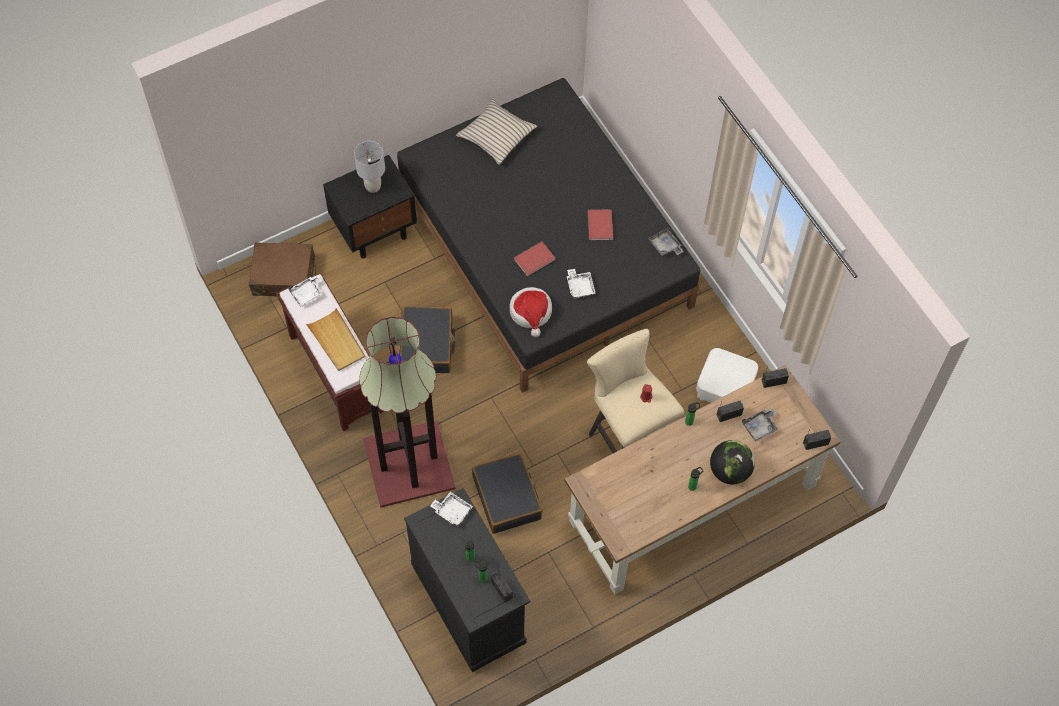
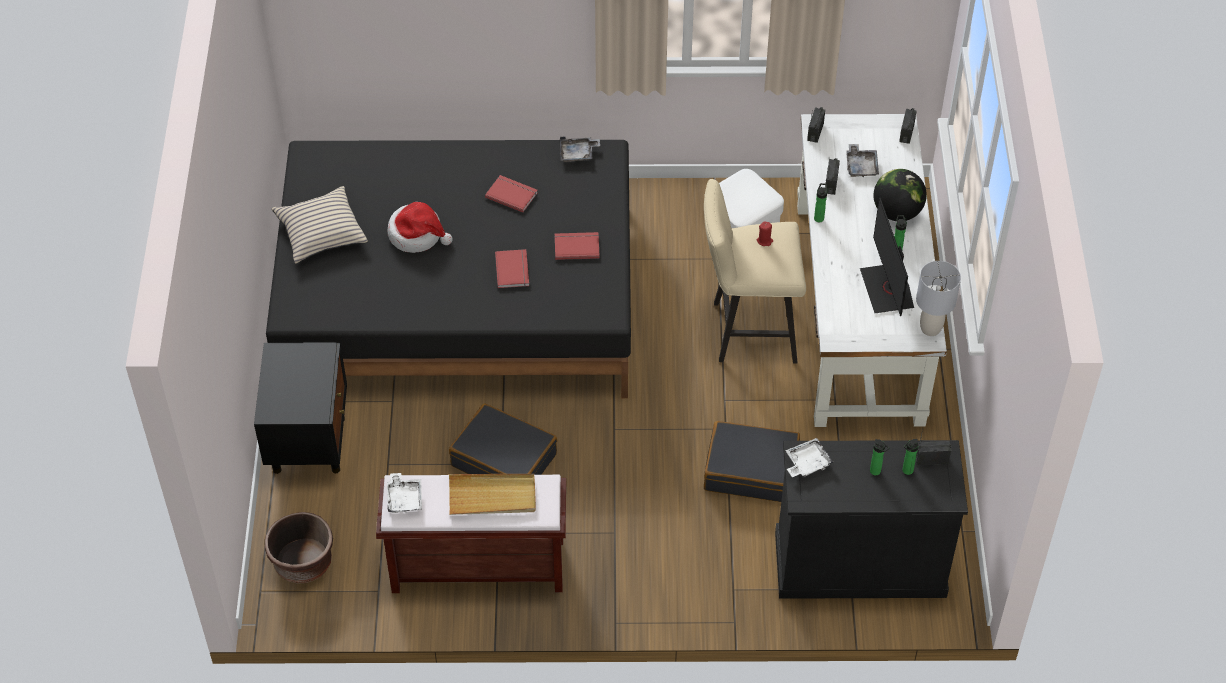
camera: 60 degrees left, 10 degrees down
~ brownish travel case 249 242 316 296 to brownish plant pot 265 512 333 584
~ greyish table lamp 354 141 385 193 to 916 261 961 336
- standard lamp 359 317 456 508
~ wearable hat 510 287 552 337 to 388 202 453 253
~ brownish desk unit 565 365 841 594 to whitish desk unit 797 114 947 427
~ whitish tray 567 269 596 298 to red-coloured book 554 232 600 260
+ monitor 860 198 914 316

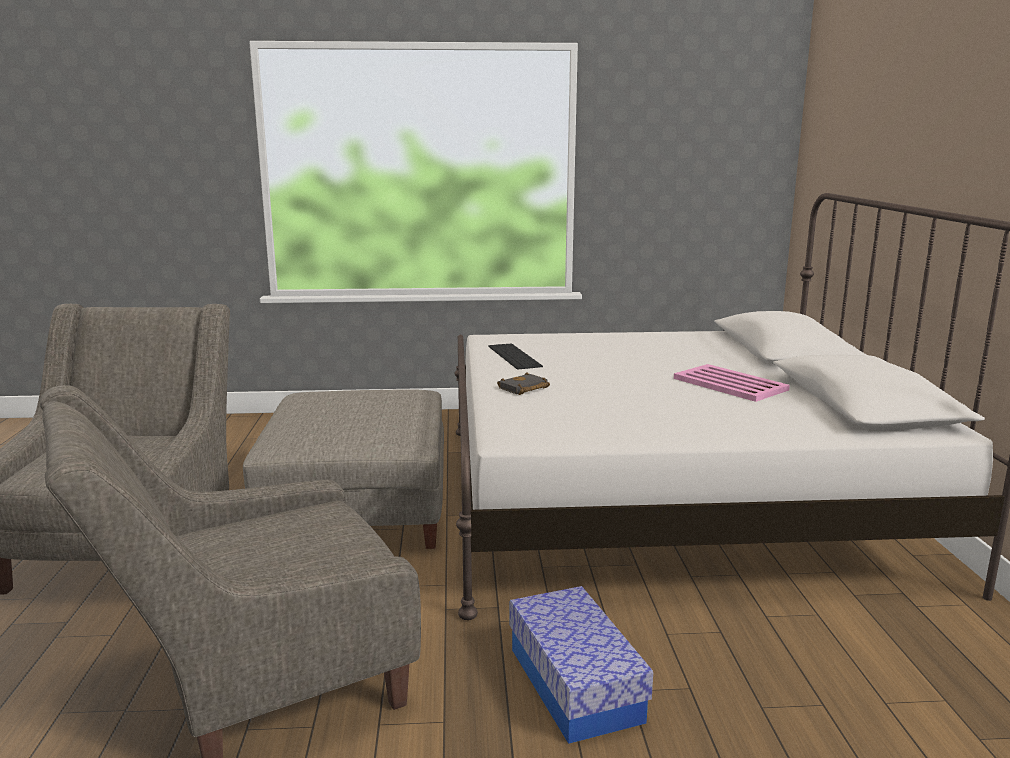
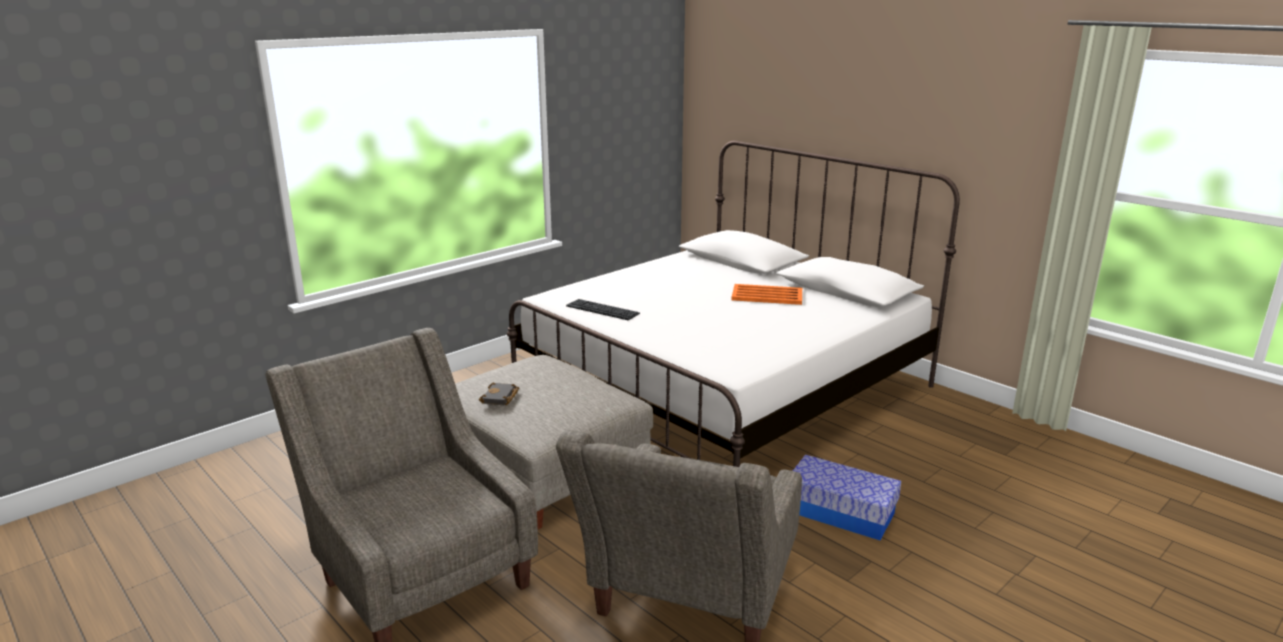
camera: 40 degrees left, 5 degrees up
~ blackish book 497 372 550 395 to 479 382 519 405
~ pink-coloured tray 674 364 790 402 to orange-coloured tray 731 284 802 305

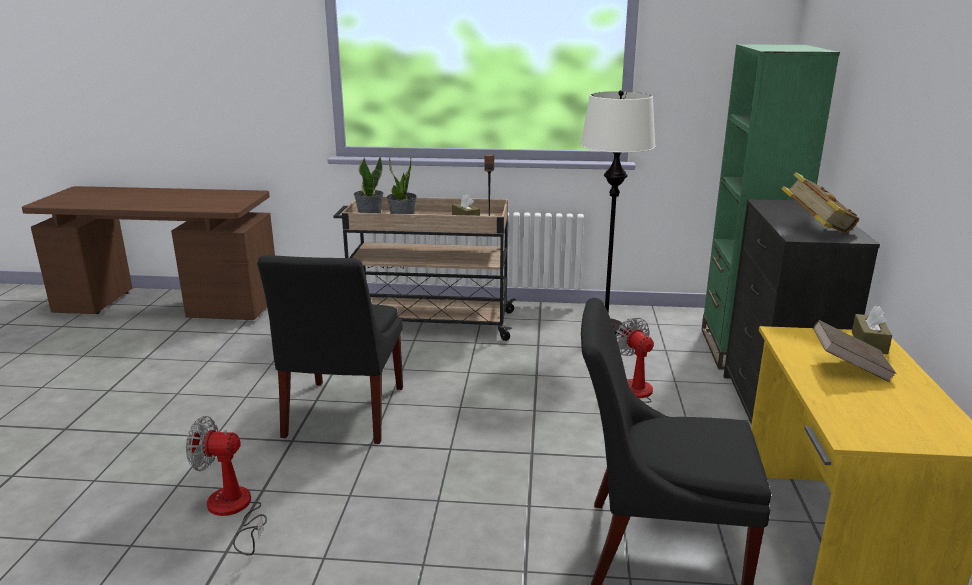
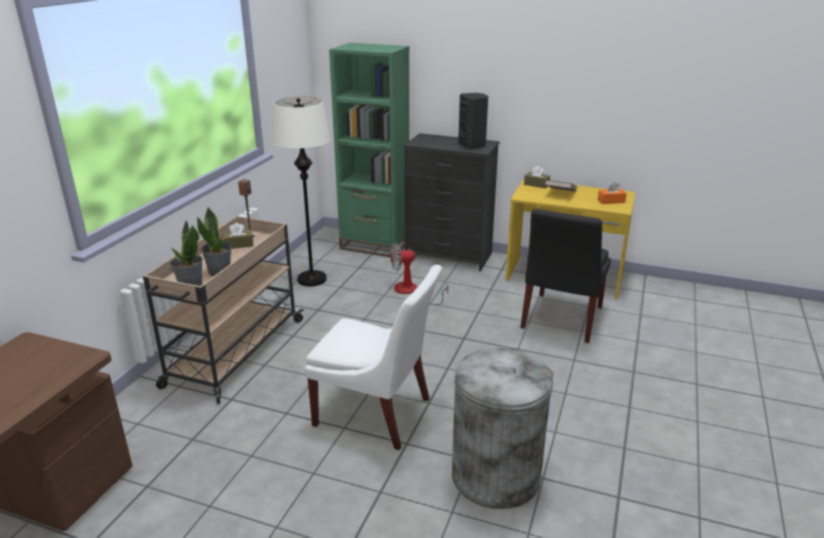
camera: 75 degrees left, 5 degrees up
~ electric fan 186 416 267 555 to greyish rubbish bin 452 348 553 509
~ blackish chair 257 255 403 444 to whitish chair 305 264 442 450
~ book 781 172 859 233 to blackish audio speaker 458 93 488 150
+ orange-coloured tissue holder 597 182 627 204

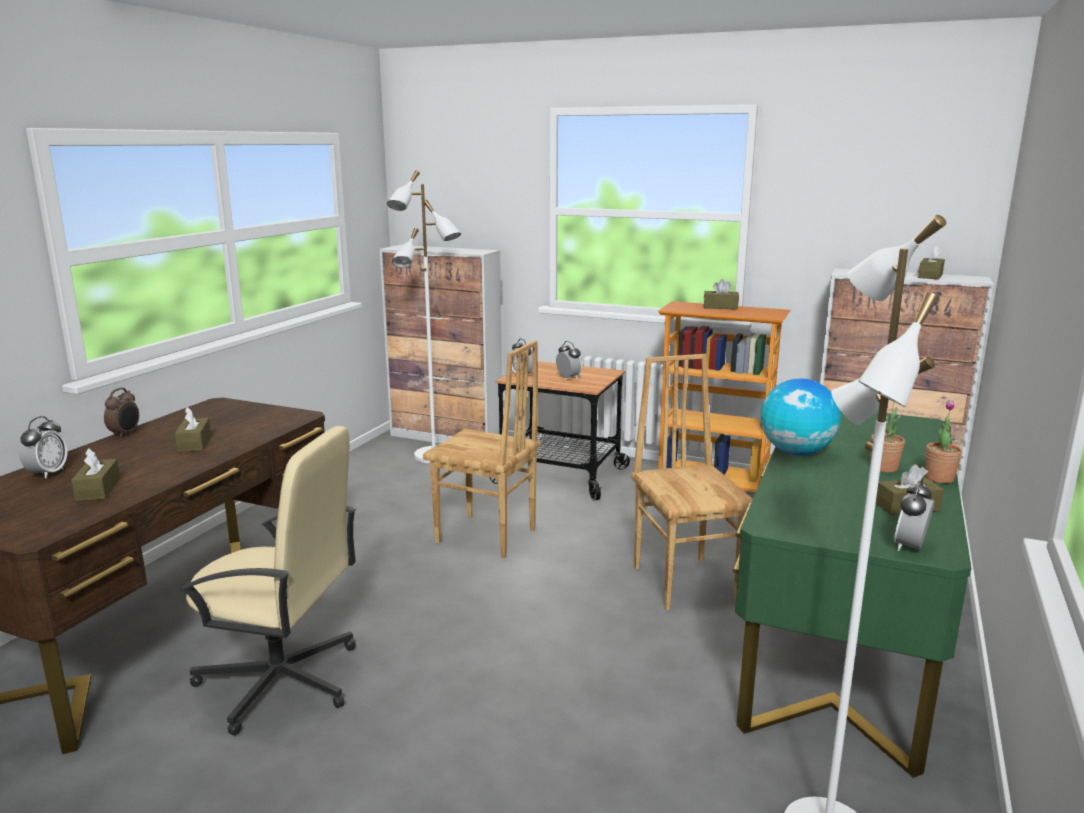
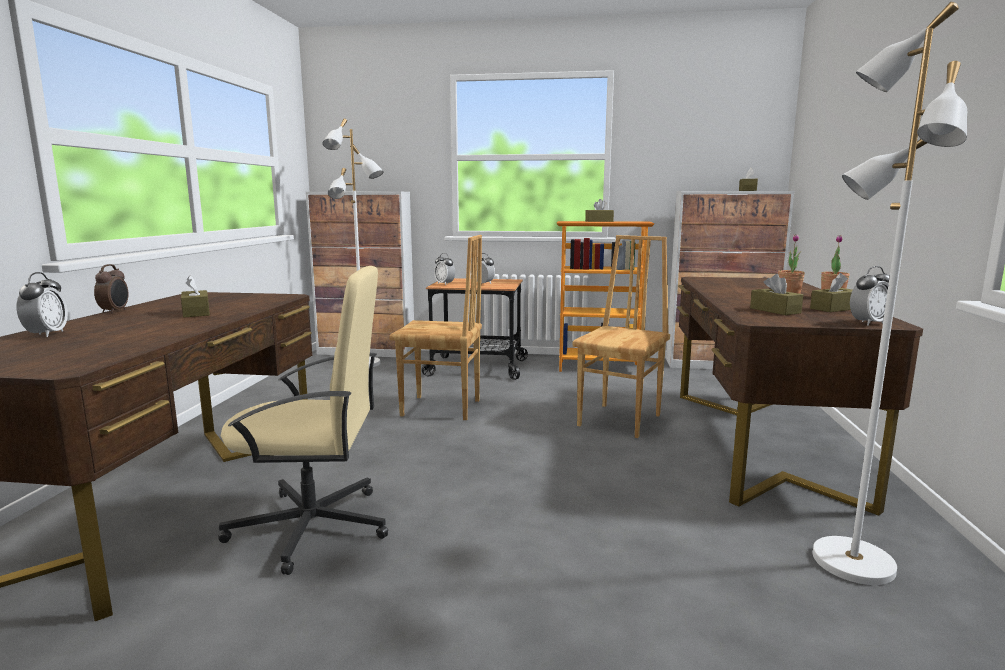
camera: 15 degrees left, 5 degrees down
~ brownish tissue holder 71 448 120 501 to 750 274 803 315
~ brownish chair 631 354 753 611 = 573 235 670 438 60 degrees clockwise
~ greenish desk unit 732 410 971 778 to brownish desk unit 677 277 923 516
- desk globe 760 378 841 455
~ table clock 894 479 934 551 = 850 266 890 326 135 degrees counterclockwise

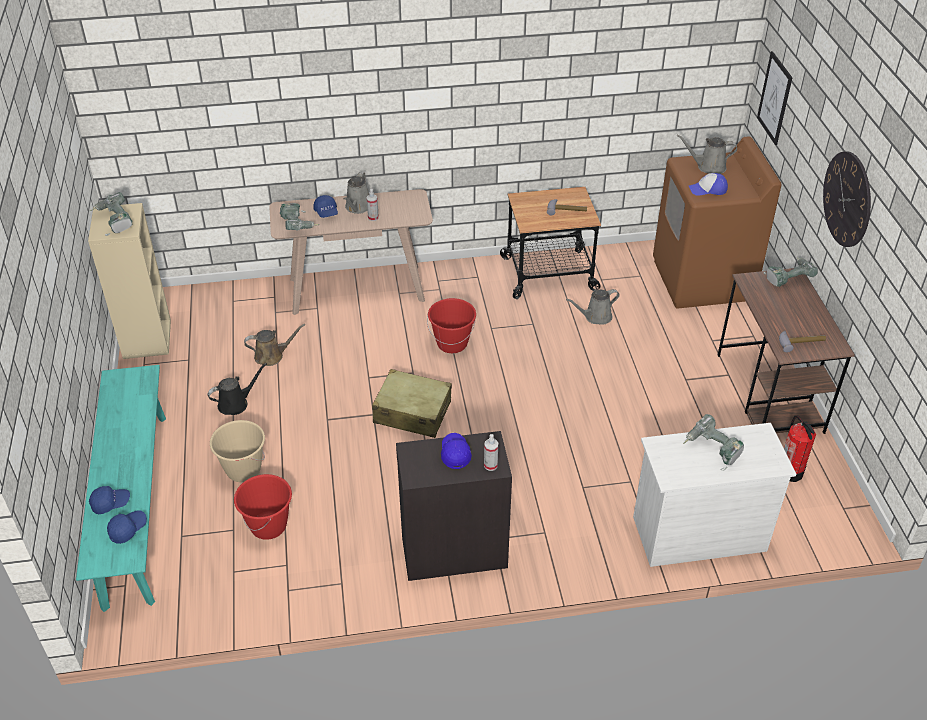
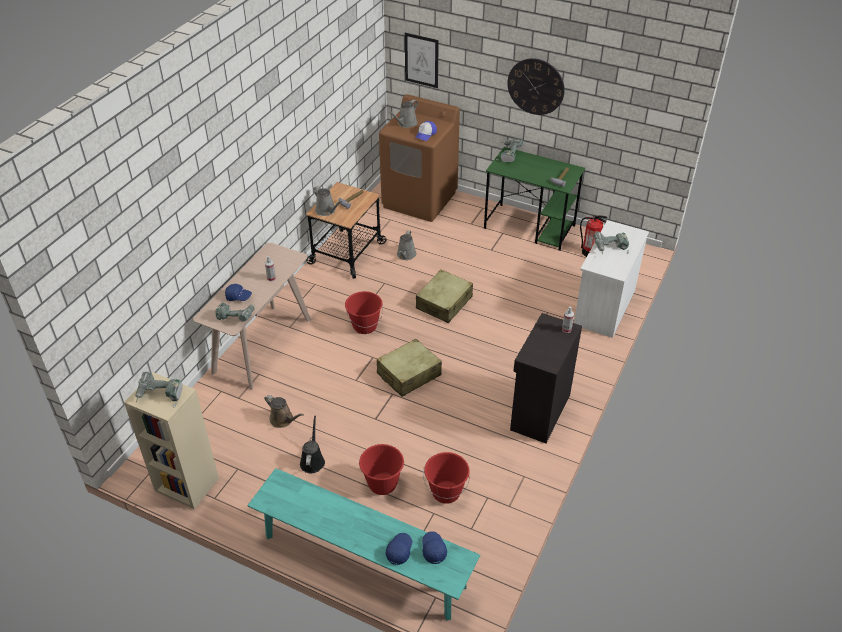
camera: 55 degrees left, 0 degrees up
~ beige-coloured pail 210 420 265 482 to red-coloured pail 358 444 405 495
~ brownish watering pot 244 324 305 366 = 265 395 304 428 105 degrees clockwise
~ greyish watering pot 343 172 369 214 to 313 186 342 216
- bluish cap 441 433 472 469
~ brownish desk unit 717 268 855 434 to greenish desk unit 484 147 585 251
+ beige-coloured travel case 416 269 473 323

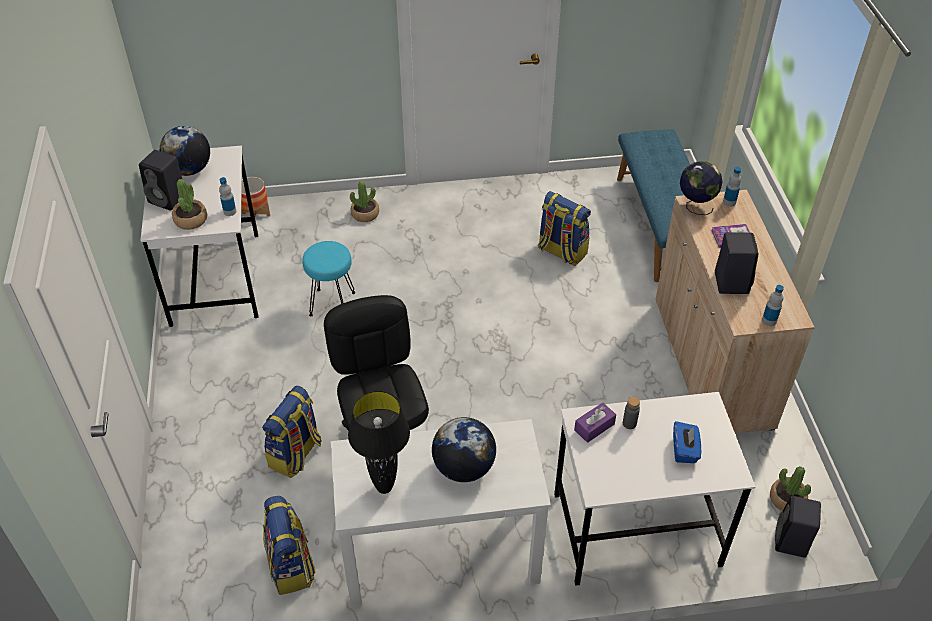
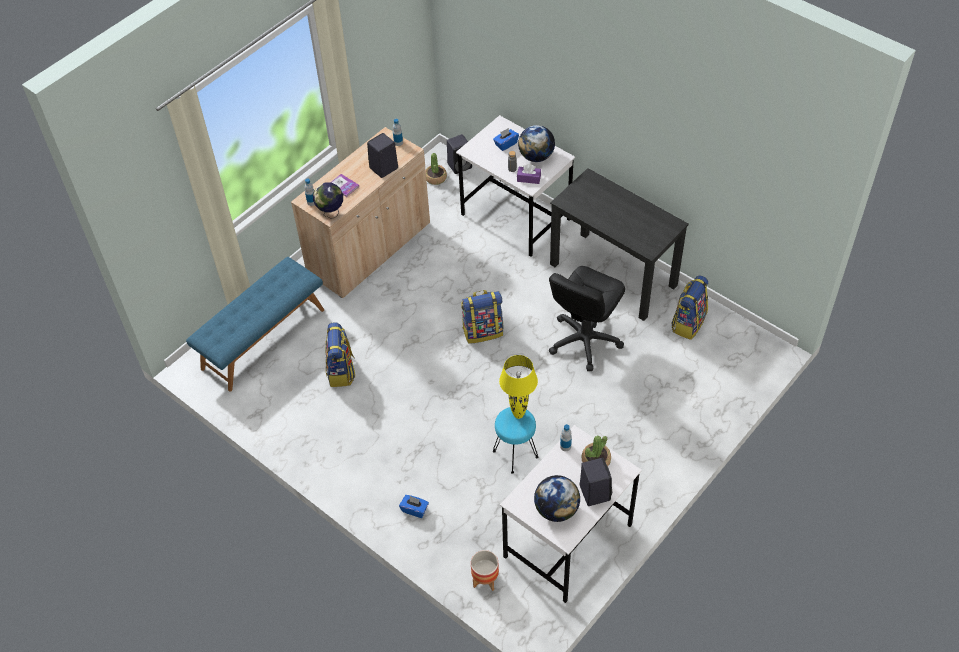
camera: 130 degrees left, 5 degrees up
~ knapsack 262 386 322 478 to 462 290 503 344
~ whitish desk unit 331 419 551 608 to blackish desk unit 550 168 689 321
- blackish table lamp 348 391 410 494
~ plant in a pot 350 181 379 222 to bluish tissue holder 399 495 429 518
~ desk globe 432 417 496 482 to 518 125 555 162
+ yellow-coloured table lamp 499 355 538 419

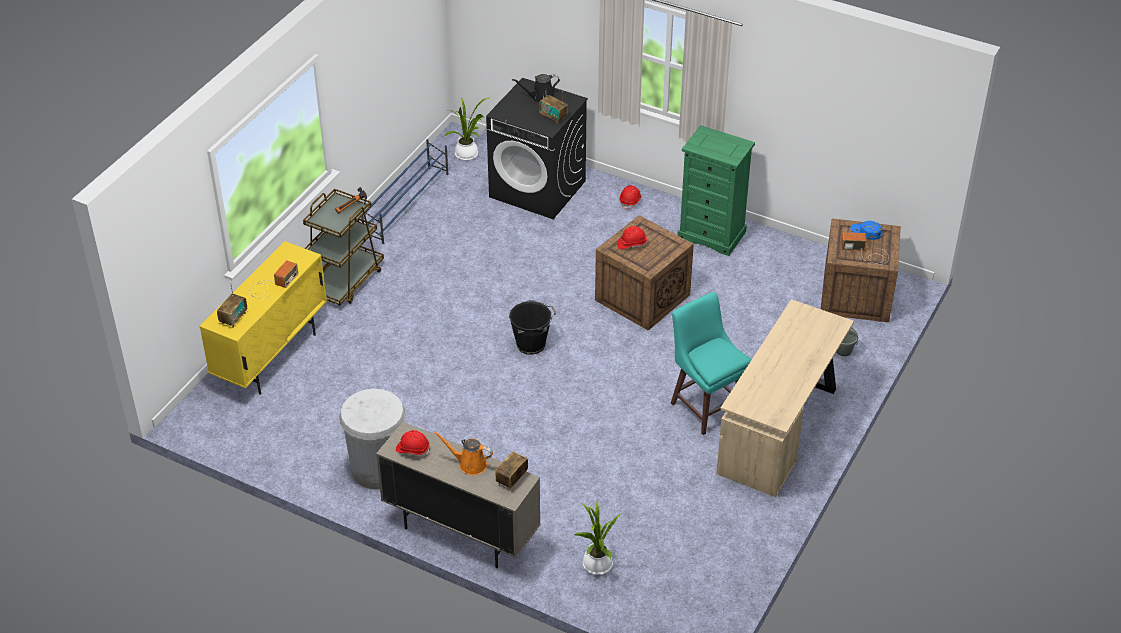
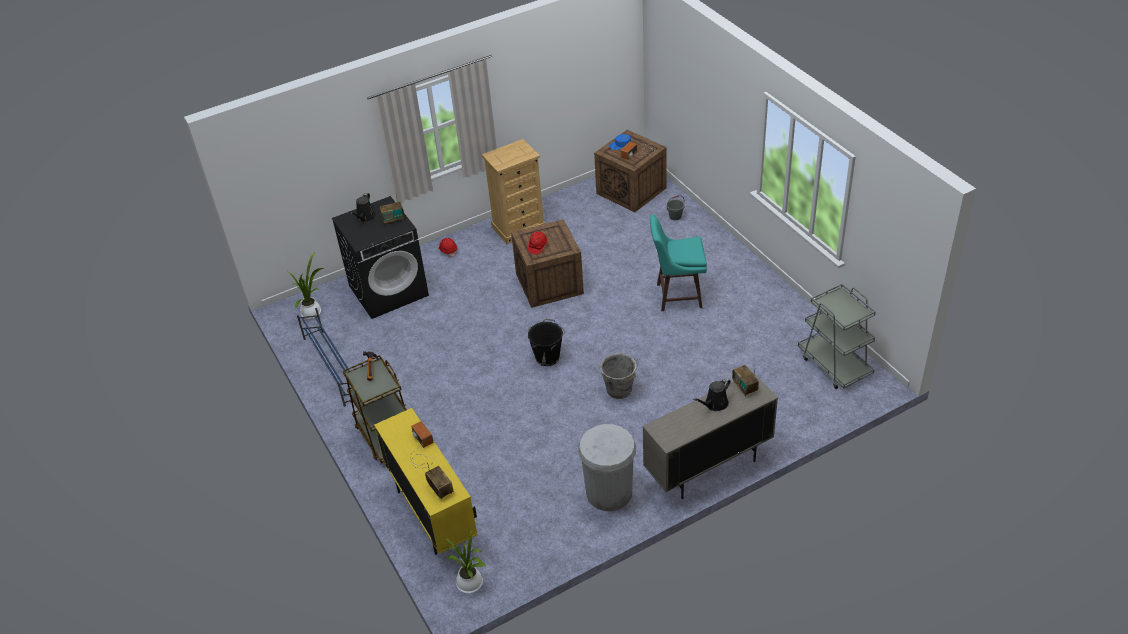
camera: 55 degrees left, 0 degrees up
- red-coloured safety helmet 396 430 430 457
~ orange-coloured watering pot 434 432 493 475 to blackish watering pot 693 378 731 411
~ plant in a pot 574 501 622 575 to 442 530 487 593
~ greenish dresser 678 125 755 256 to beige-coloured dresser 482 139 545 244
- beige-coloured desk unit 716 299 854 497
+ greyish pail 600 353 638 399
+ greyish cart 798 284 876 389

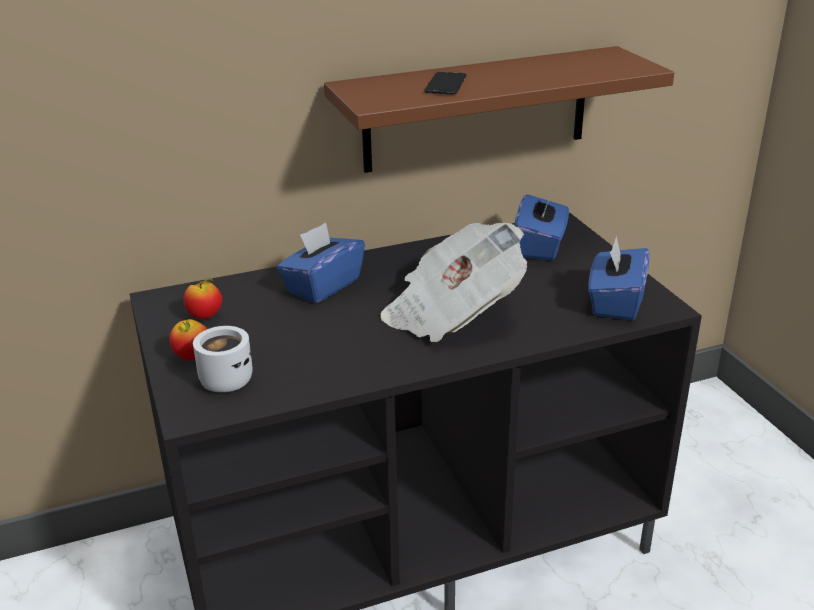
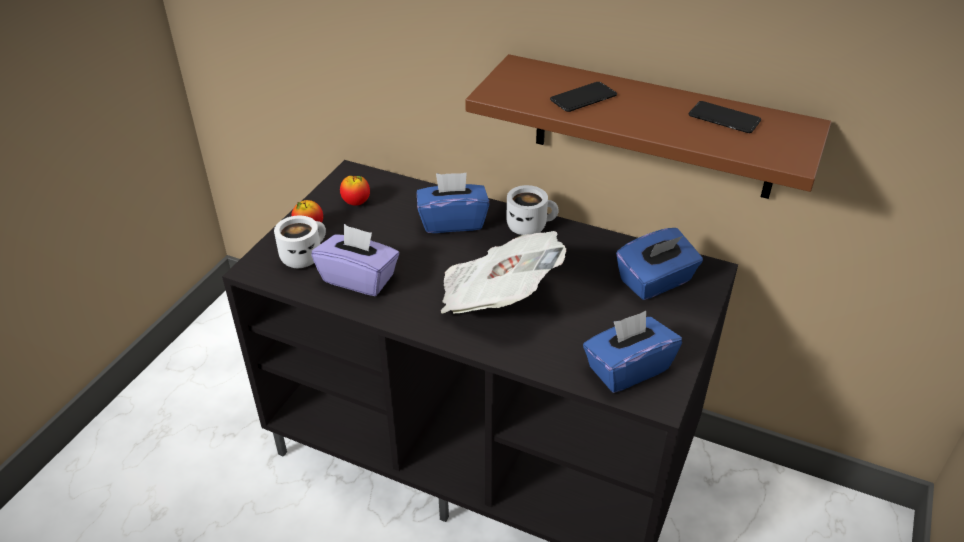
camera: 45 degrees right, 10 degrees up
+ purplish tissue holder 311 224 399 296
+ whitish coffee mug 506 185 559 235
+ telephone 689 101 761 133

